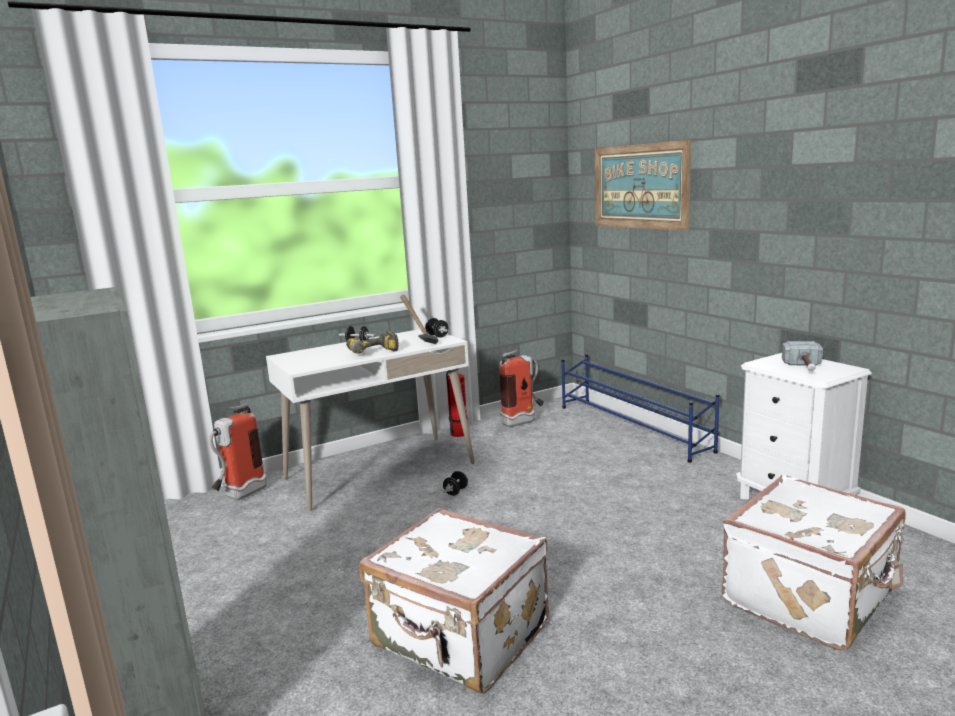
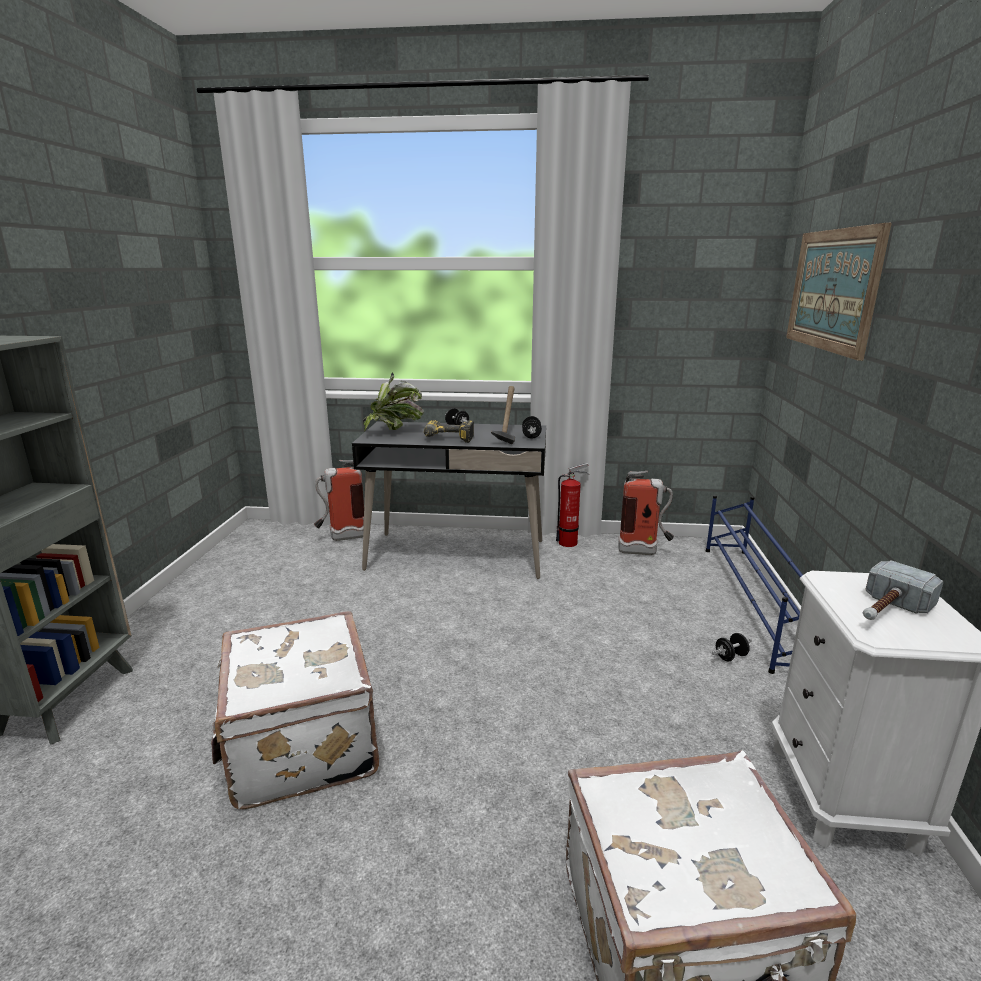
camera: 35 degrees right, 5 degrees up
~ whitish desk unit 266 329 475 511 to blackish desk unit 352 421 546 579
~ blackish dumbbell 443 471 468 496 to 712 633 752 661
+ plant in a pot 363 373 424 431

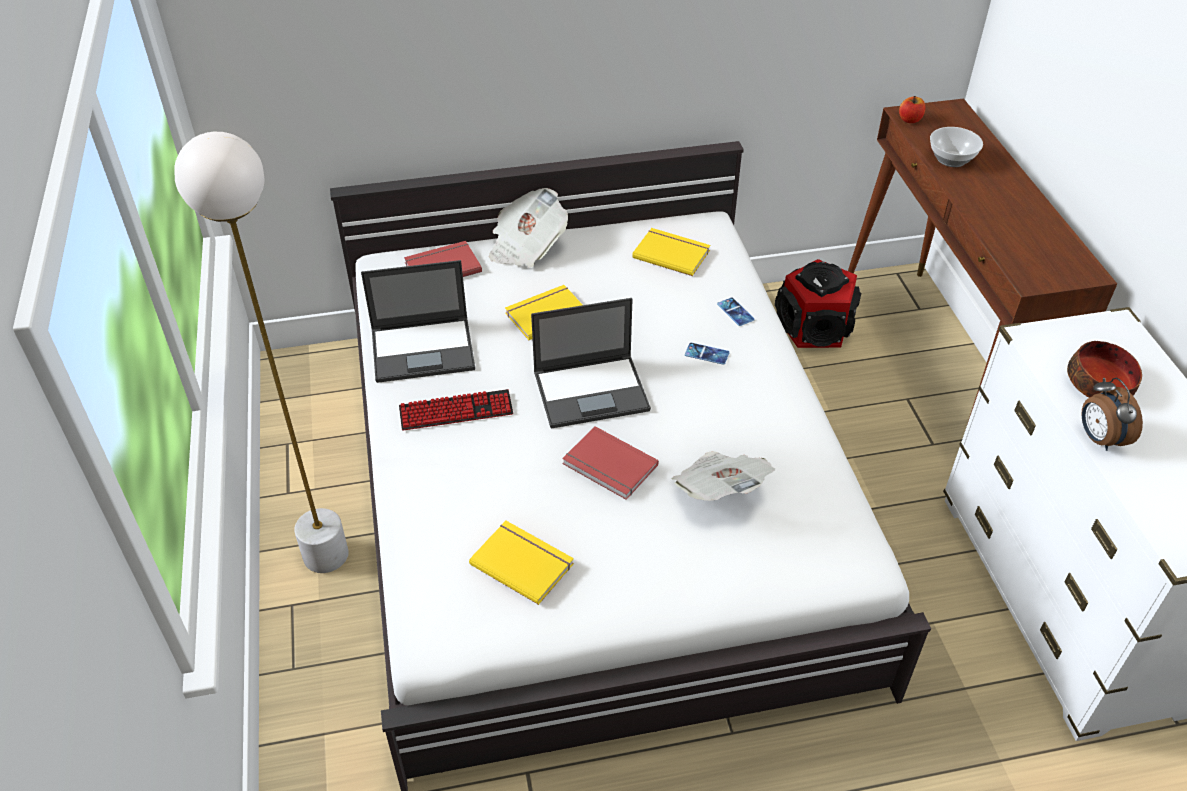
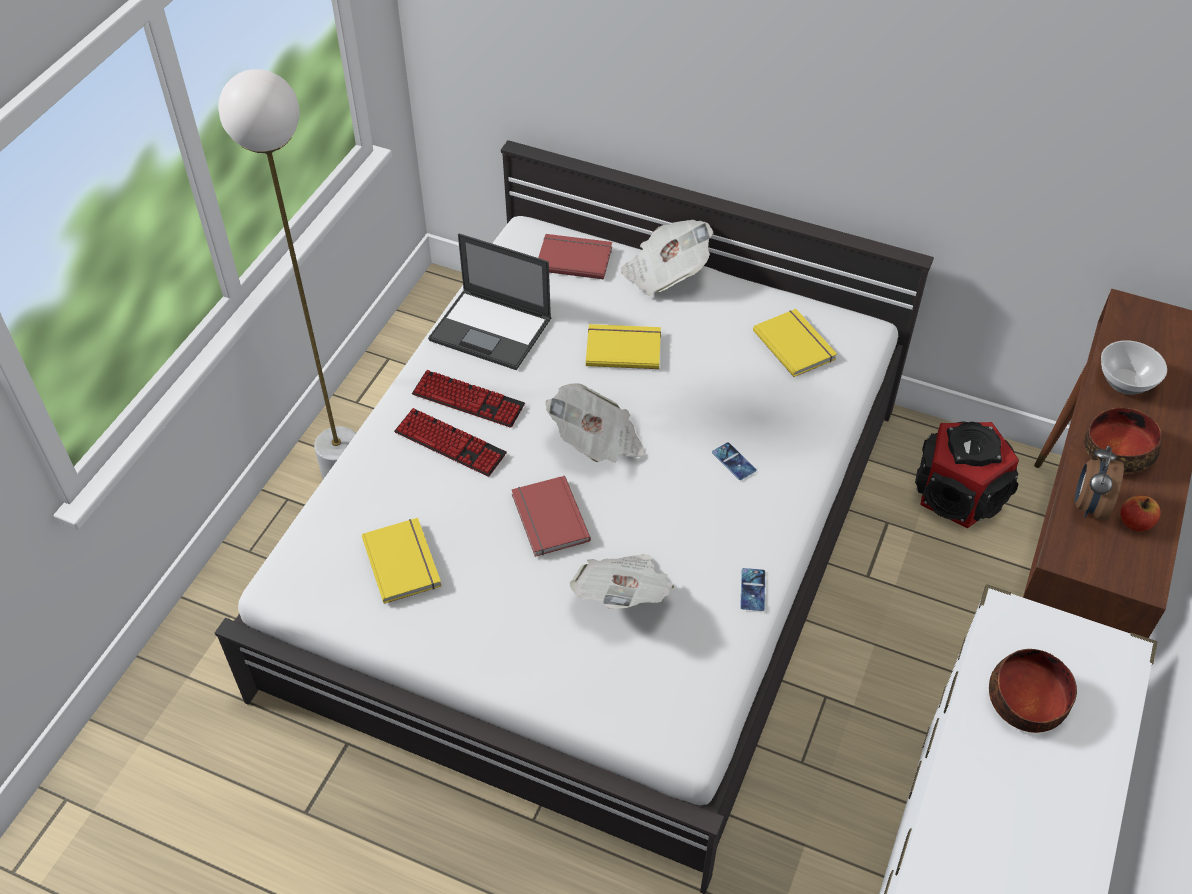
camera: 35 degrees right, 5 degrees up
~ notebook computer 531 298 651 429 to daily paper 546 383 646 463
~ telephone 717 298 755 326 to 740 568 765 611
~ apple 899 96 926 123 to 1120 496 1161 532
~ table clock 1081 378 1143 451 to 1075 446 1124 521
+ keyboard 394 408 507 477
+ deep dish 1084 407 1162 473

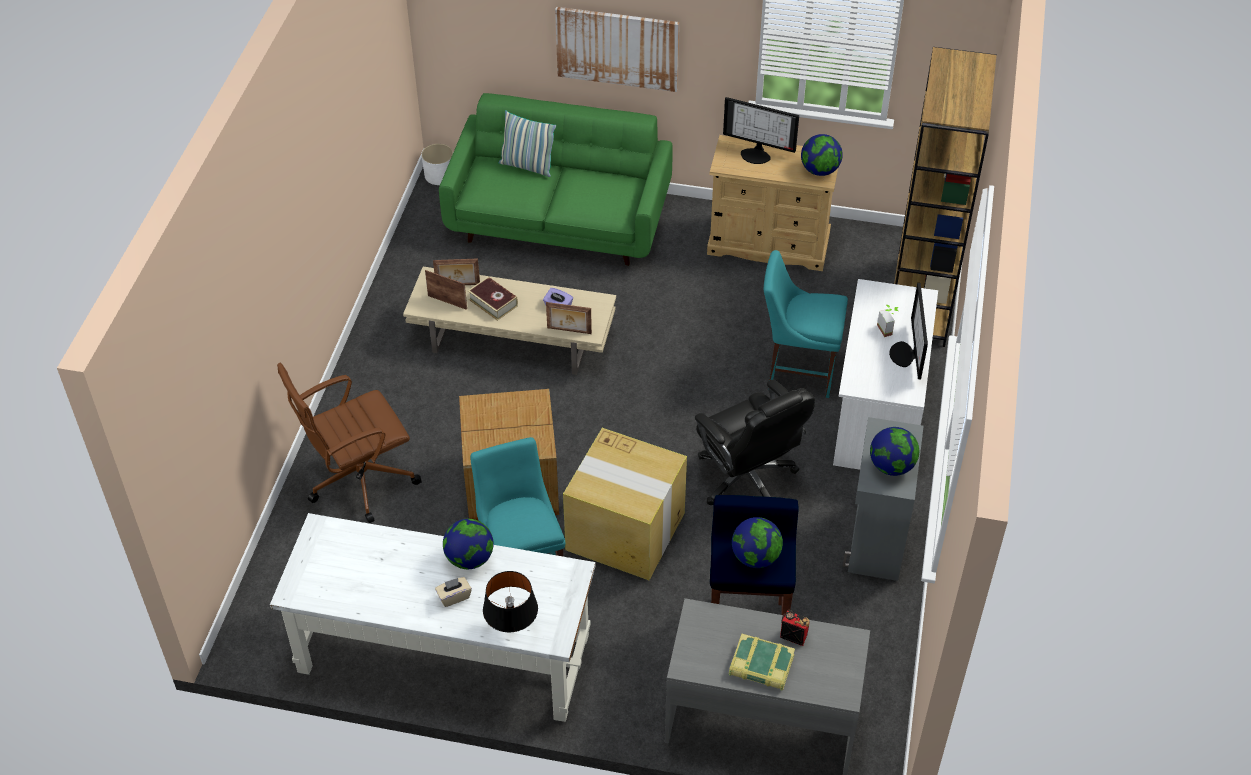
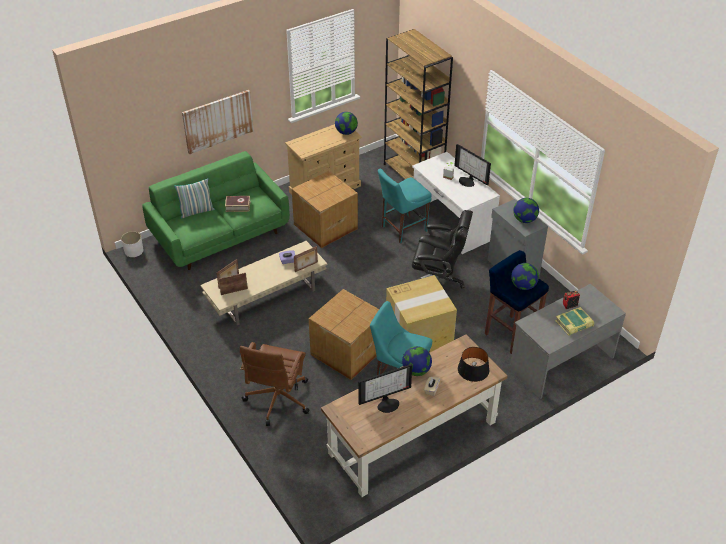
camera: 45 degrees left, 5 degrees down
~ whitish desk unit 270 513 595 722 to brownish desk unit 321 334 508 497
~ book 468 277 518 321 to 225 196 250 212
~ monitor 723 97 799 164 to 358 364 412 413
+ cardboard box 292 171 358 248

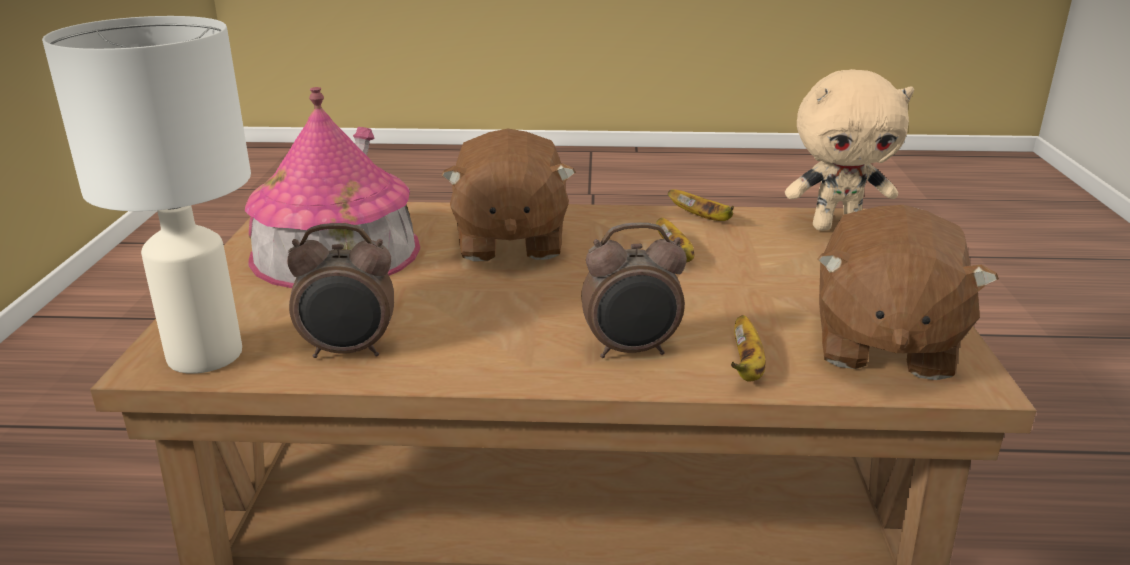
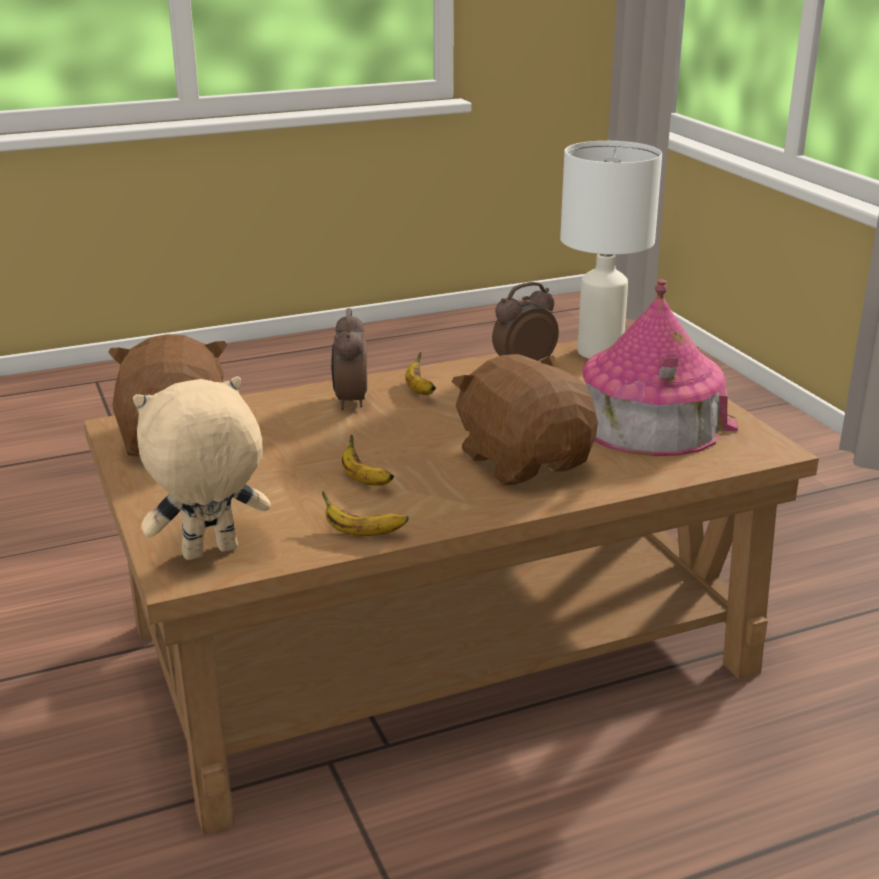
camera: 155 degrees right, 0 degrees up
~ table clock 581 222 687 358 = 331 308 367 410 60 degrees counterclockwise
~ banana 731 315 766 381 to 405 352 436 395

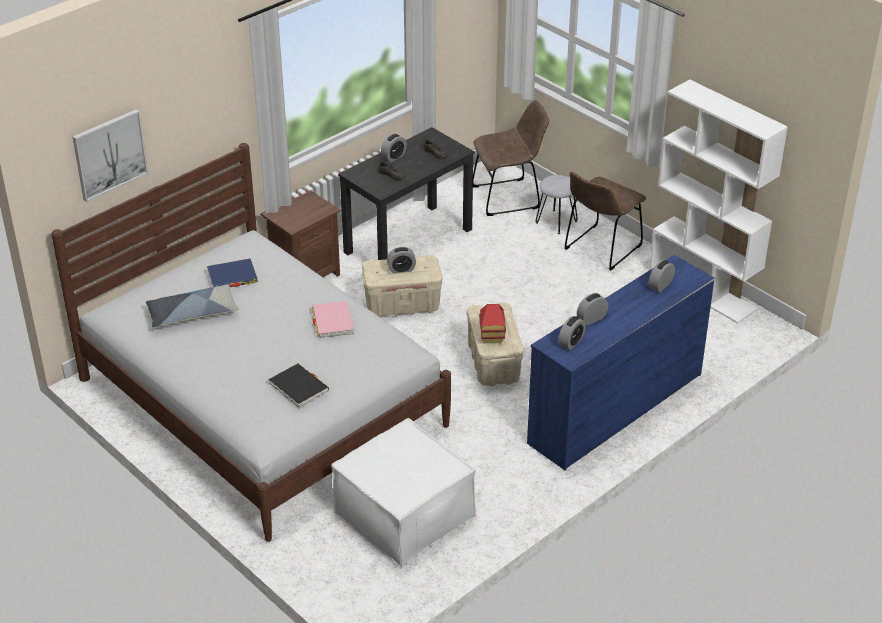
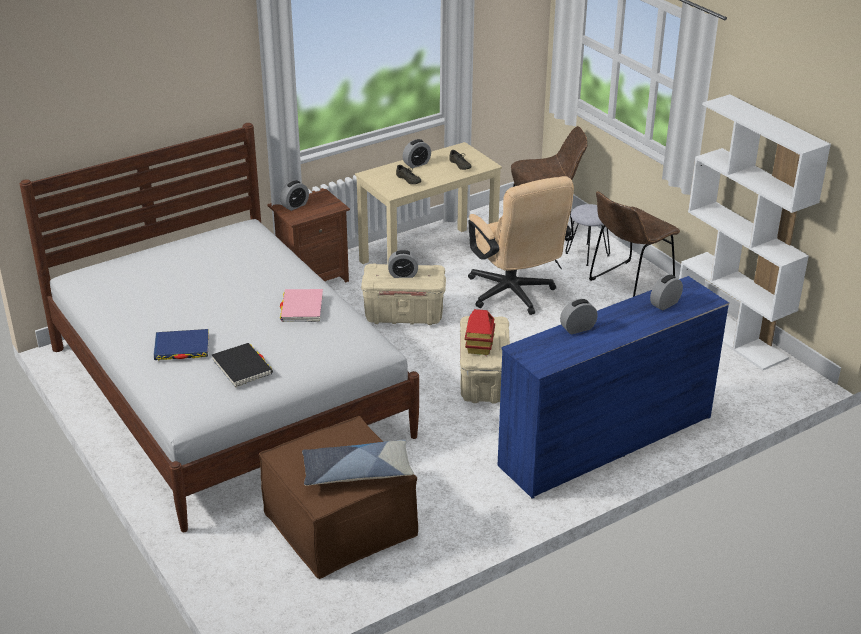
camera: 10 degrees right, 5 degrees down
- picture 73 109 148 202
~ throw pillow 146 284 239 328 to 302 440 414 486
~ bluish book 207 258 258 287 to 154 329 209 360
~ whitish pouffe 331 418 476 567 to brownish pouffe 259 416 418 579
~ blackish desk unit 338 127 475 260 to beige-coloured desk unit 355 142 502 264
~ table clock 559 316 586 350 to 280 180 309 211
+ beige-coloured office chair 468 176 574 315

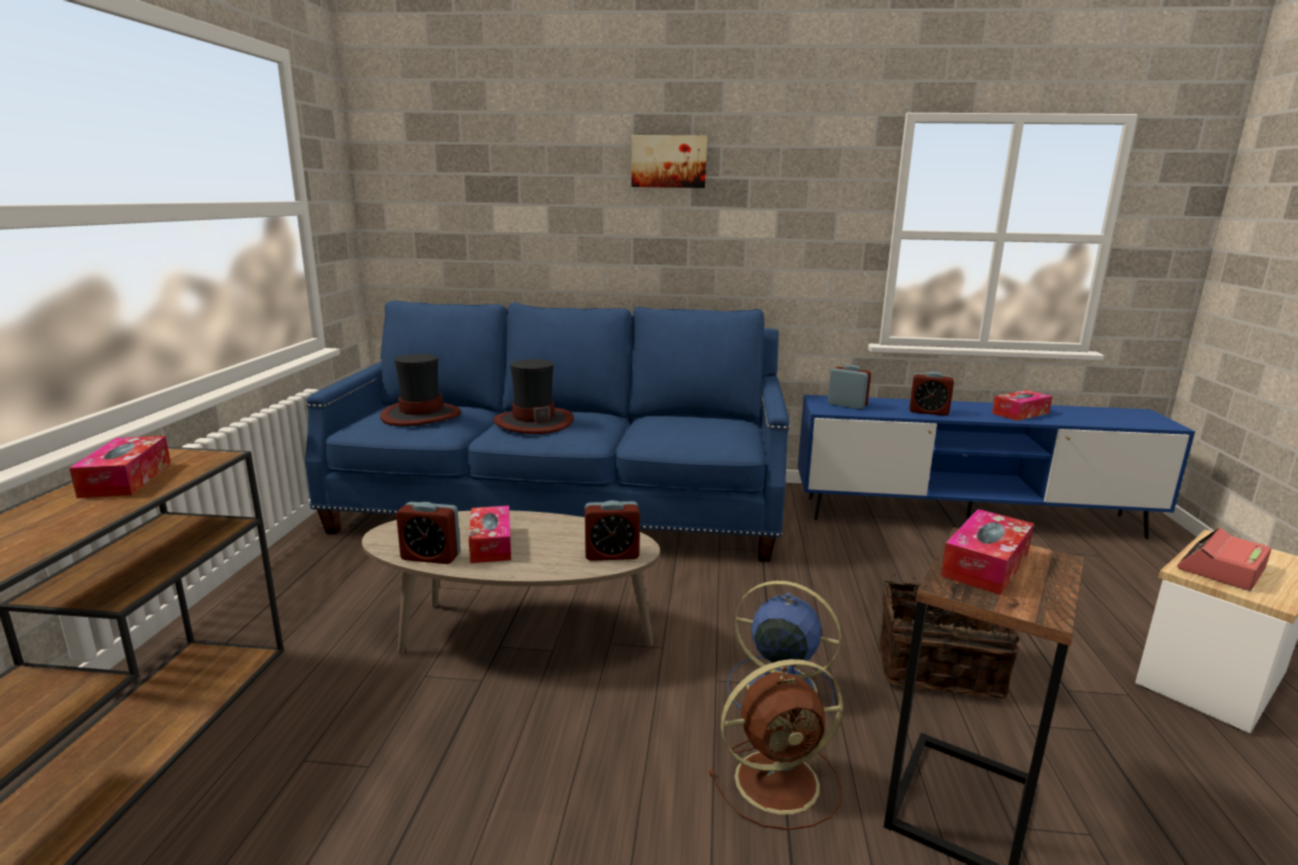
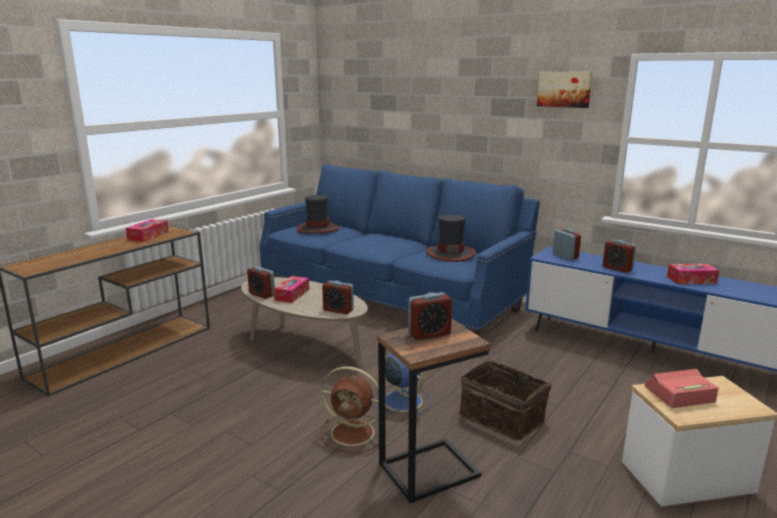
camera: 30 degrees right, 0 degrees up
~ wearable hat 493 359 574 434 to 426 215 476 262
~ picture 631 135 707 188 to 537 72 592 108
~ tissue holder 941 509 1034 595 to table clock 408 292 452 340

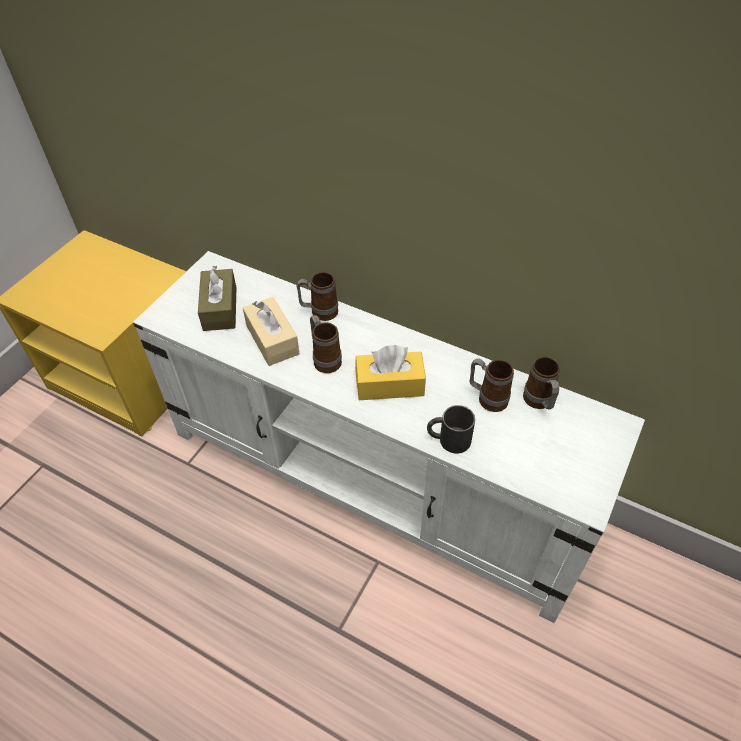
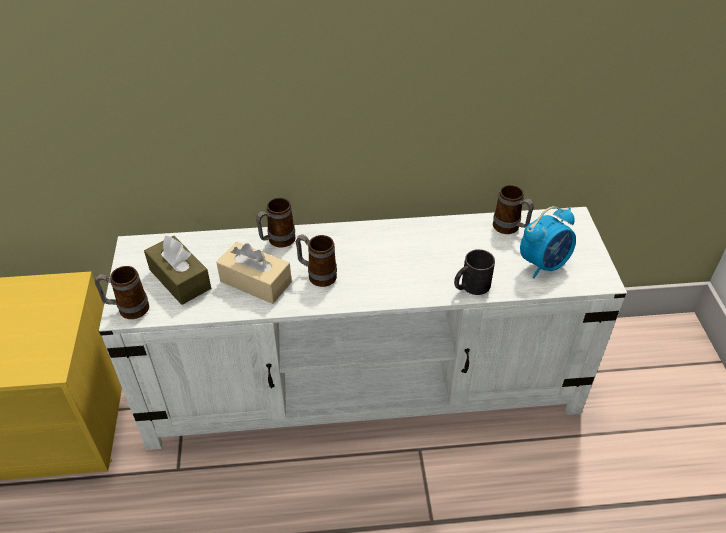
camera: 35 degrees left, 5 degrees down
- yellow-coloured tissue holder 355 345 426 400
~ coffee mug 469 359 514 412 to 95 266 149 319
+ table clock 520 206 576 278

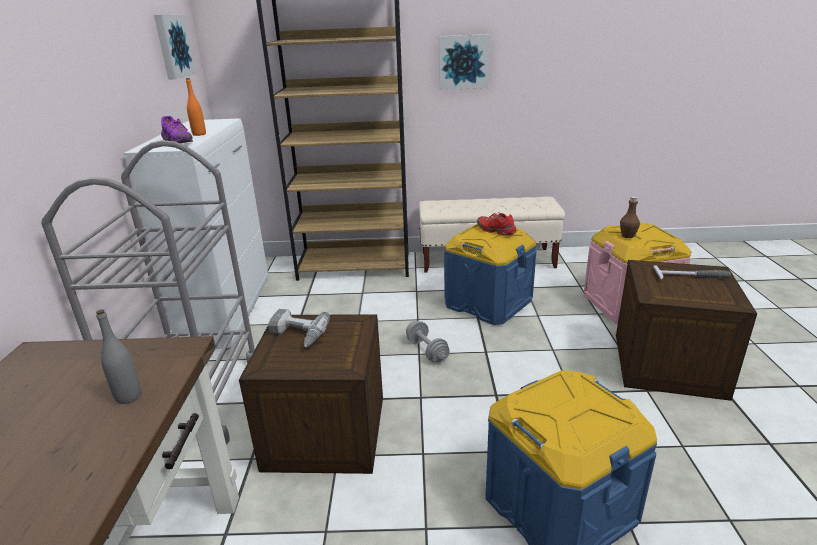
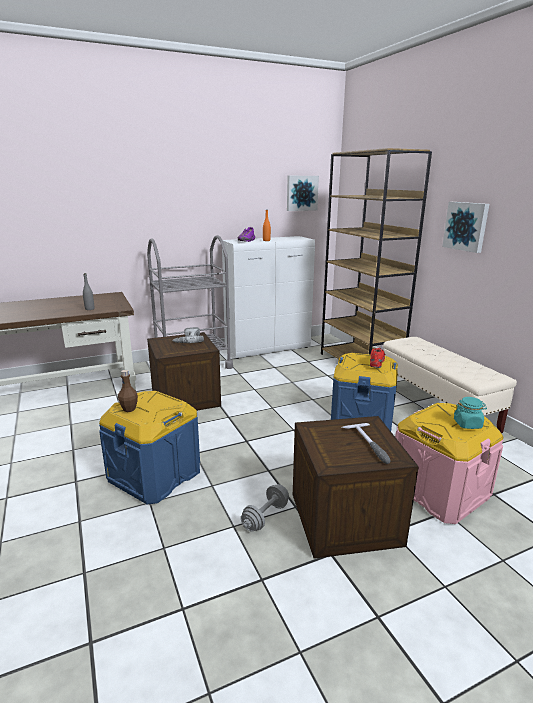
camera: 65 degrees right, 5 degrees down
~ greyish dumbbell 406 321 450 363 to 241 484 289 532
~ brownish beverage bottle 620 196 640 238 to 118 370 138 412
+ turquoise-coloured preserve jar 454 397 487 429

